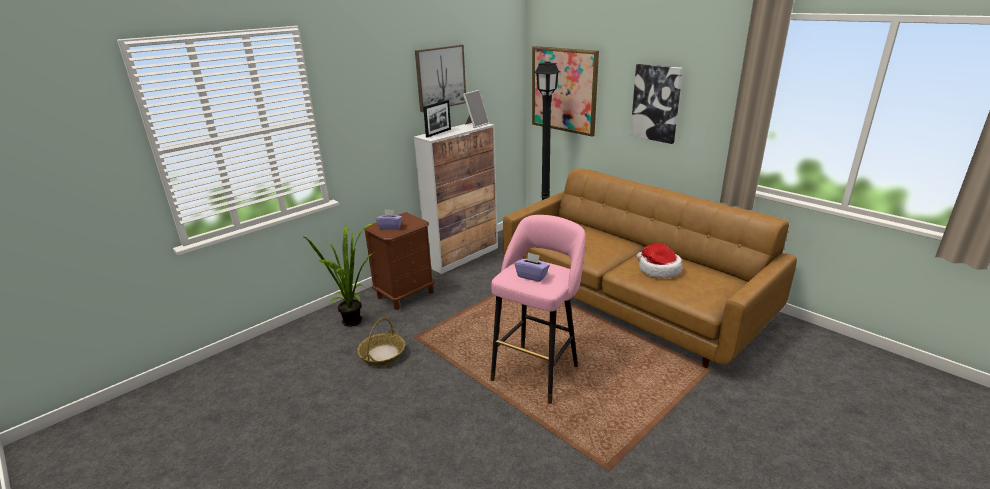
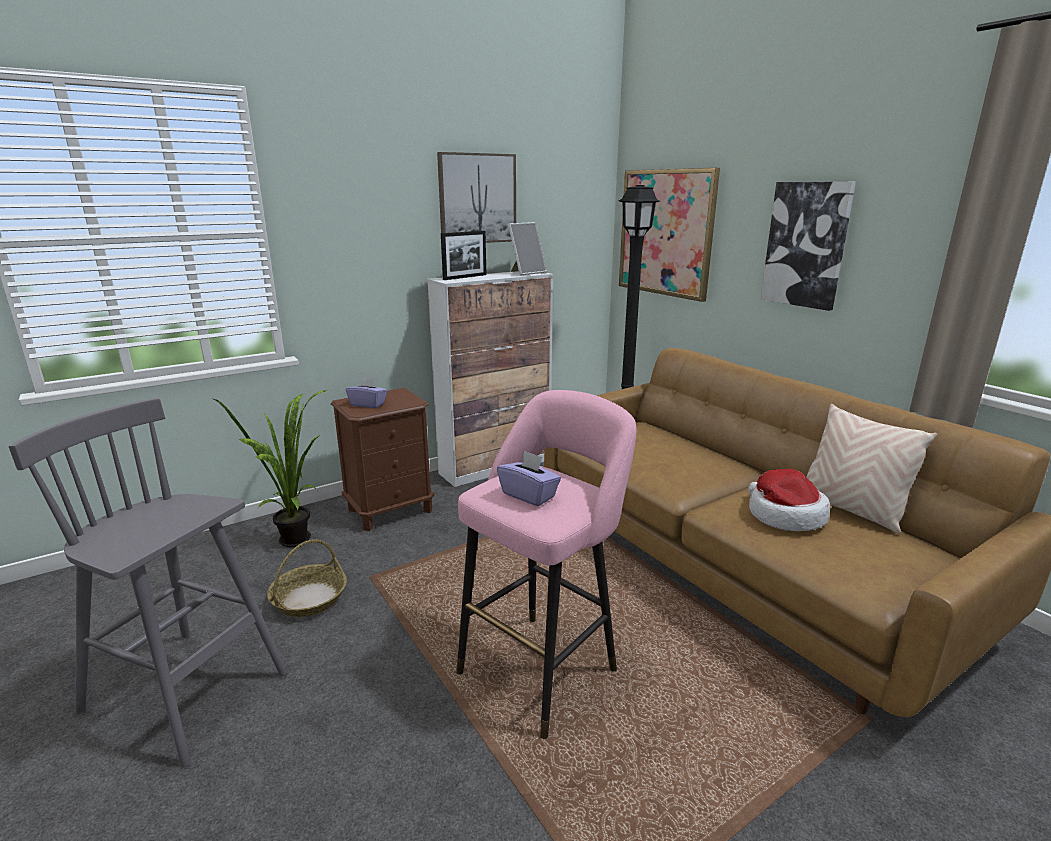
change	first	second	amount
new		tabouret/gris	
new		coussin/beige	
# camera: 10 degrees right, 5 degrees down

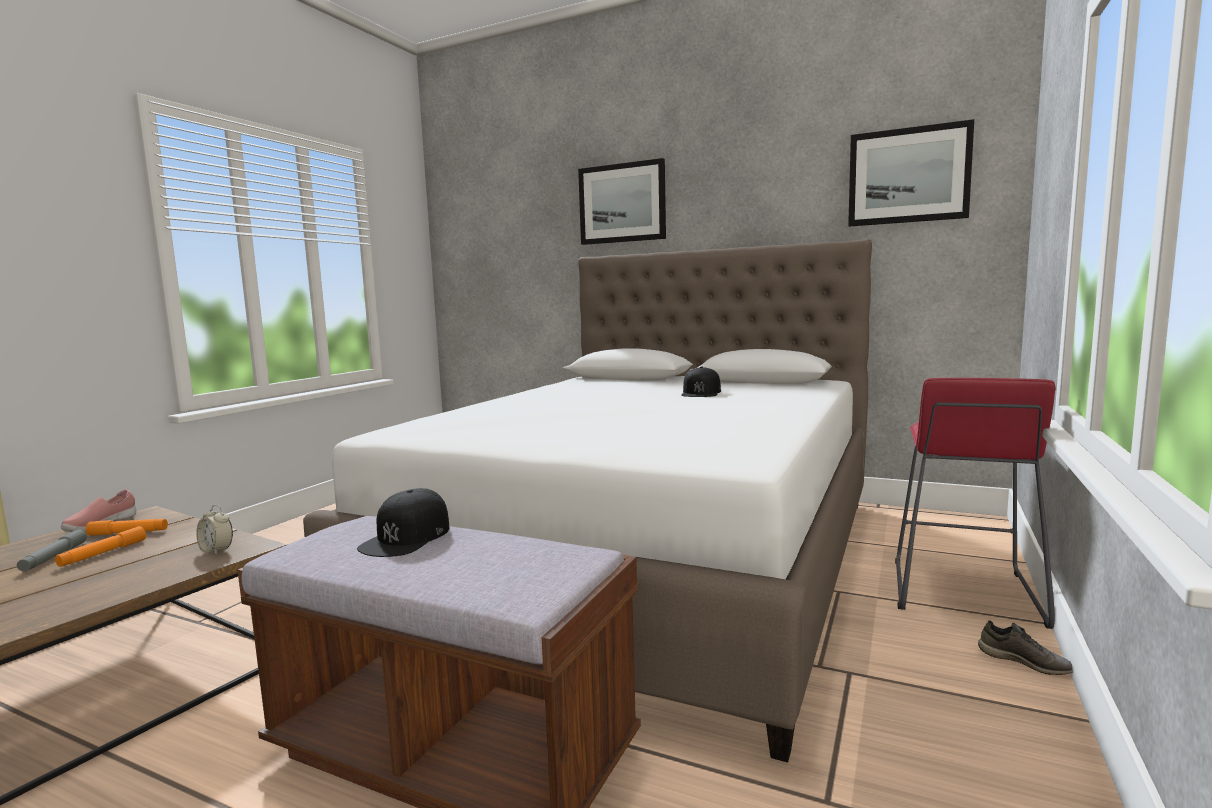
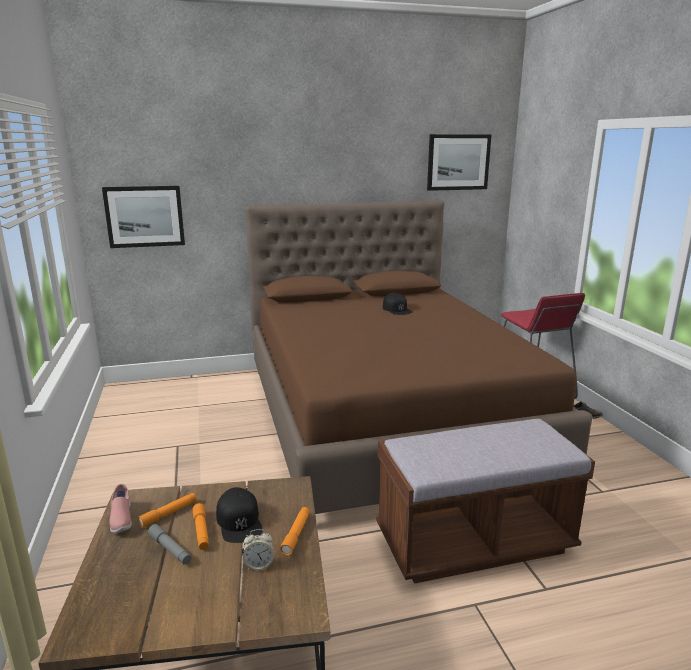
change	first	second	amount
shifted	tableau (no. 1 from left)		
repainted	lit/blanc	lit/marron	
shifted	casquette/noir (no. 1 from left)		
shifted	réveil		
new		lampe de poche/orange (no. 3 from left)	
# camera: 40 degrees left, 10 degrees up

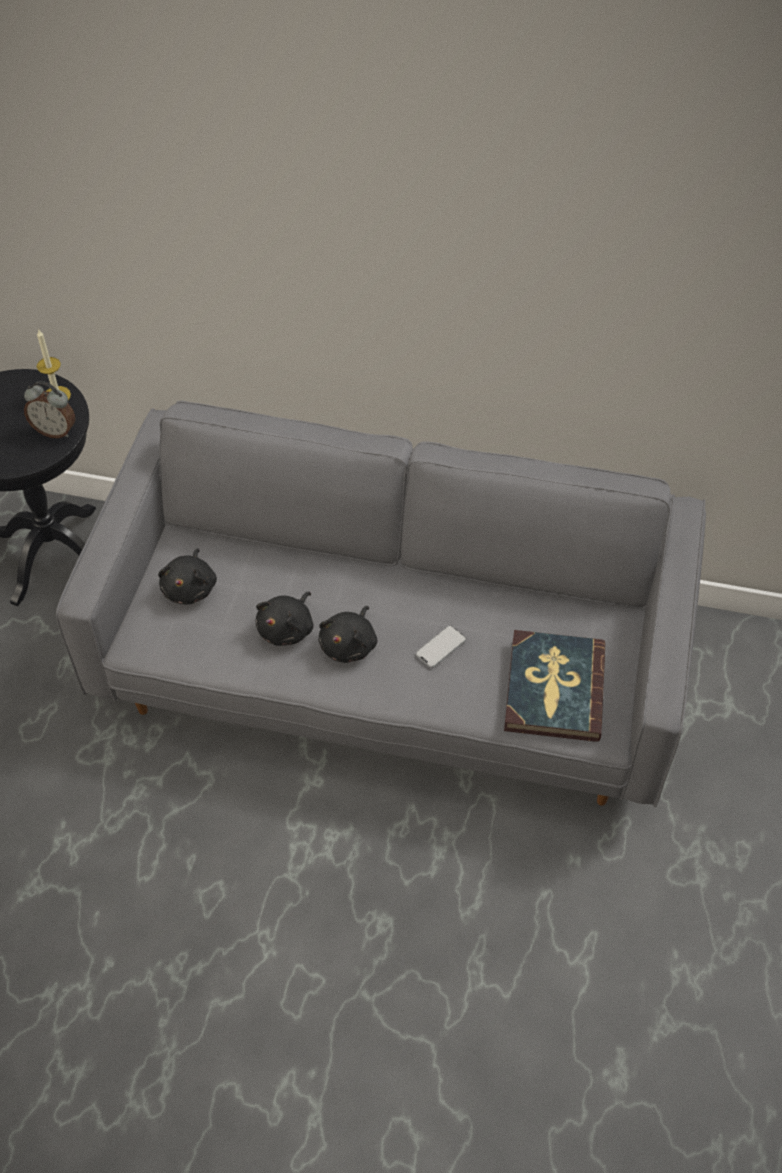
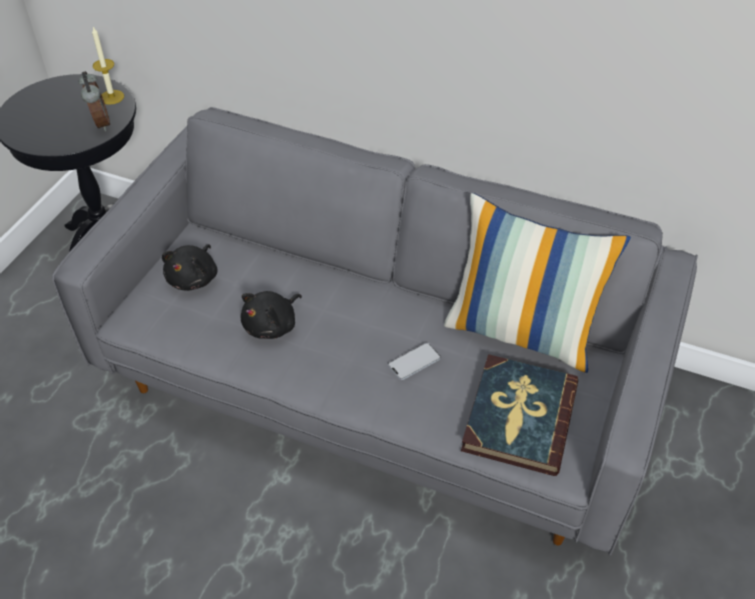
change	first	second	amount
rotated	réveil		135 degrees counterclockwise
gone	peluche/noir (no. 3 from left)		
new		coussin	
# camera: 10 degrees right, 5 degrees down

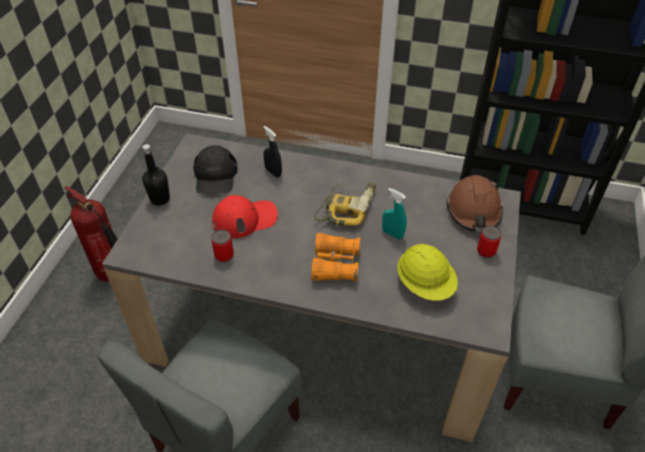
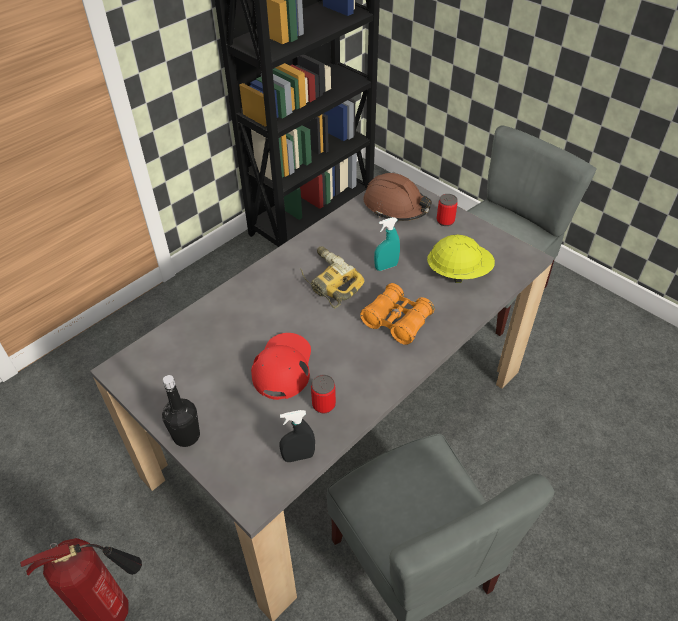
change	first	second	amount
shifted	vaporisateur/noir		
gone	casquette/noir		
# camera: 60 degrees left, 0 degrees up

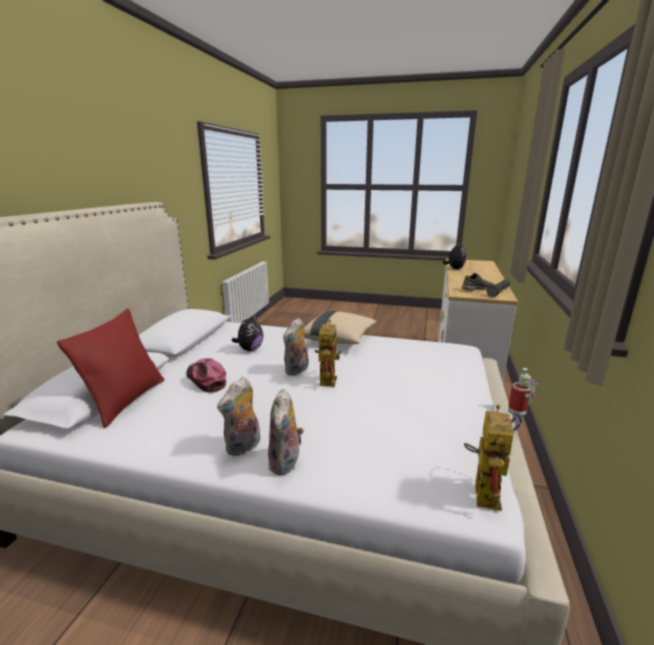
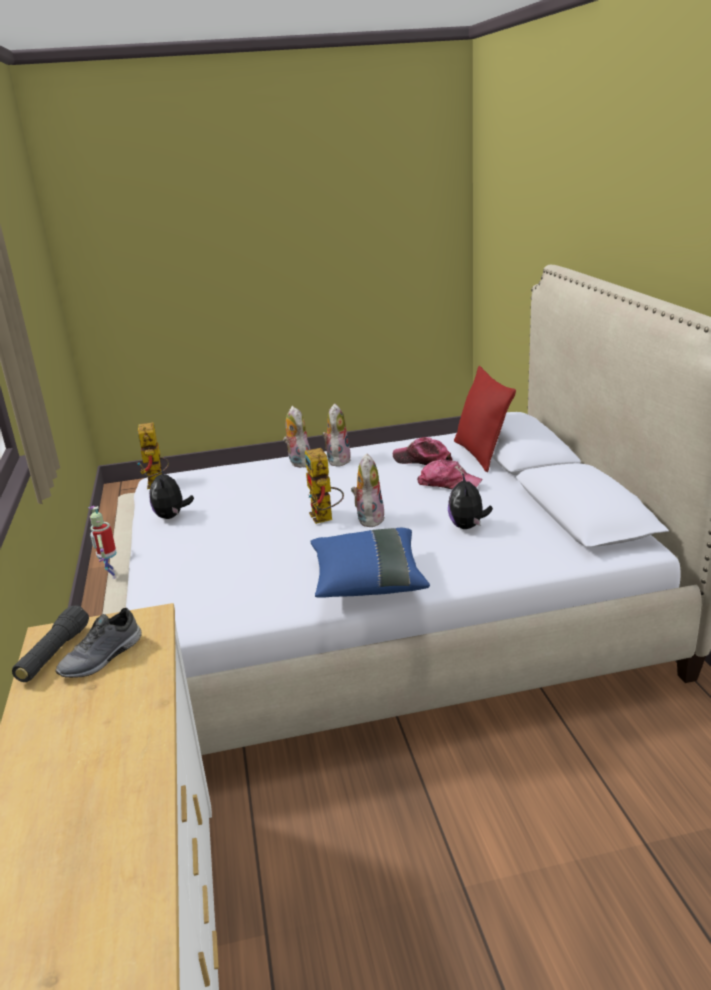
change	first	second	amount
shifted	peluche (no. 5 from left in the first image)	peluche (no. 1 from left)	
repainted	coussin/beige	coussin/bleu	
new		casquette (no. 1 from left)	
# camera: 155 degrees right, 5 degrees up

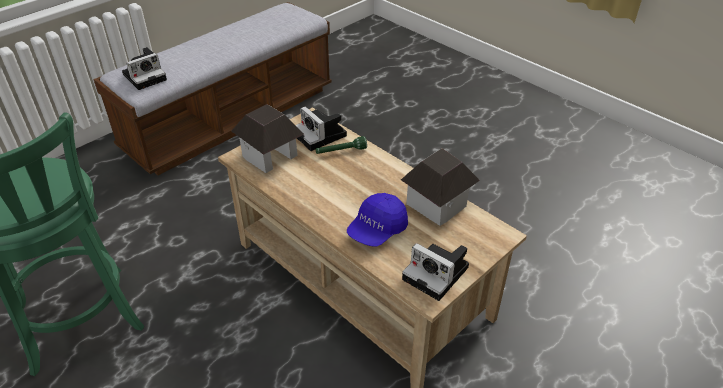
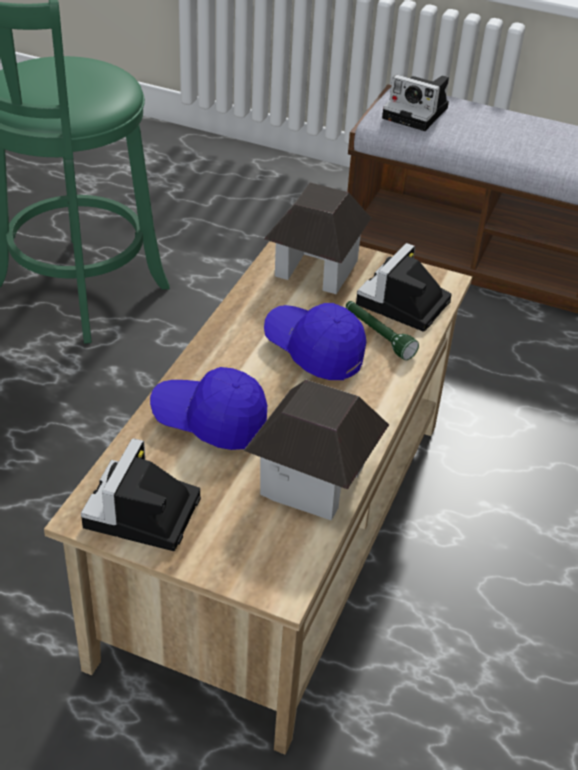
change	first	second	amount
new		casquette/bleu (no. 2 from left)	
# camera: 65 degrees right, 0 degrees up

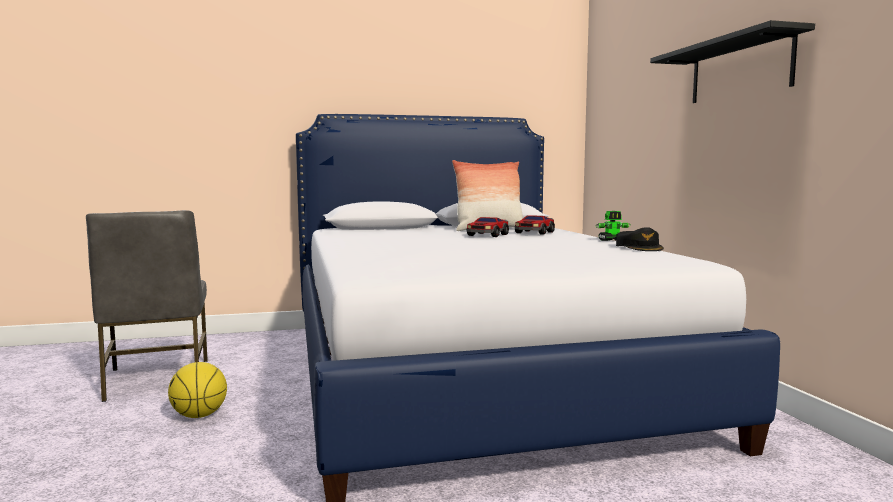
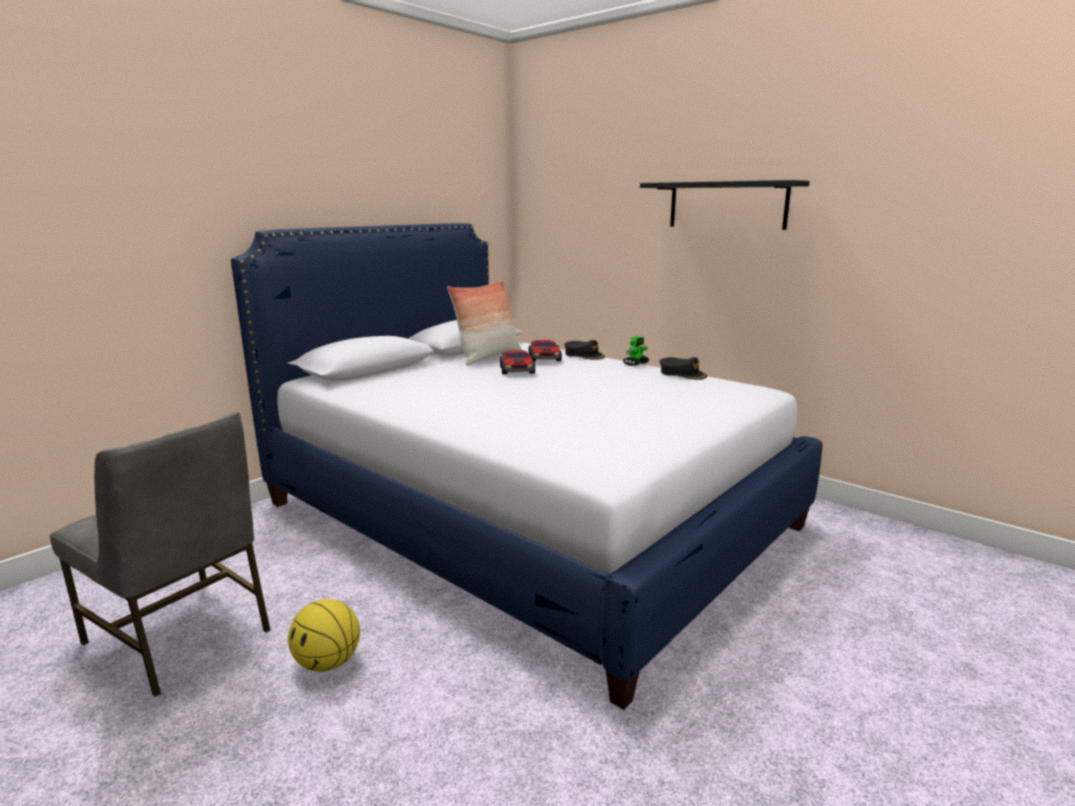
change	first	second	amount
new		casquette/noir (no. 1 from left)	
# camera: 35 degrees left, 10 degrees up

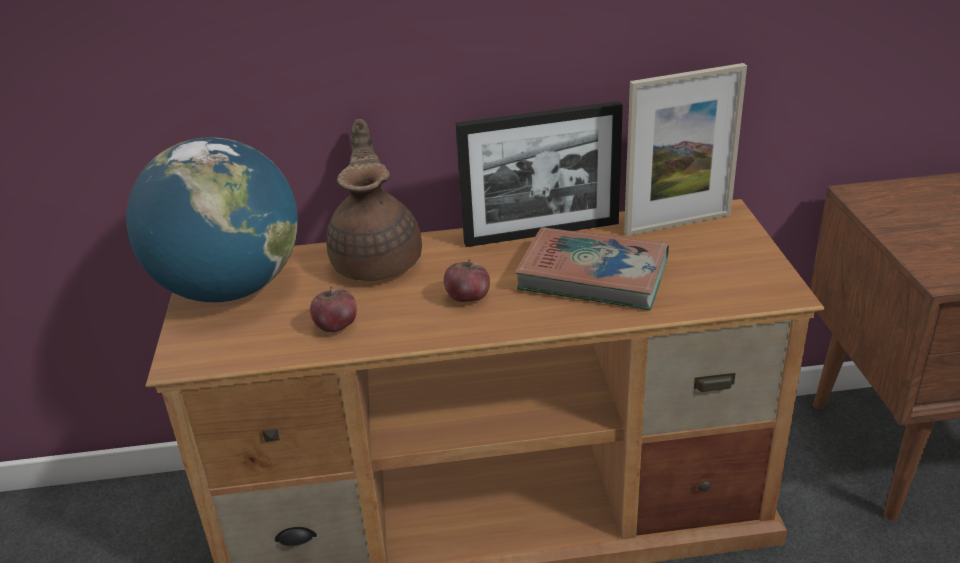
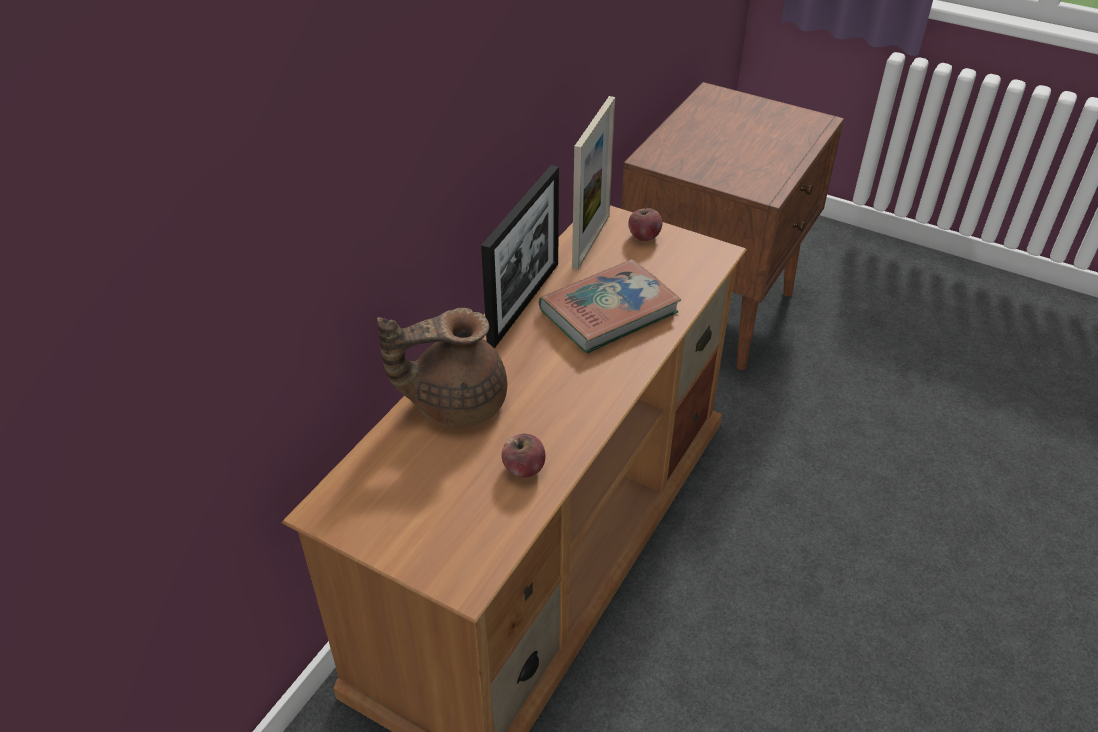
change	first	second	amount
rotated	théière/marron		45 degrees counterclockwise
gone	globe		
shifted	pomme (no. 2 from left)		
# camera: 55 degrees left, 10 degrees up

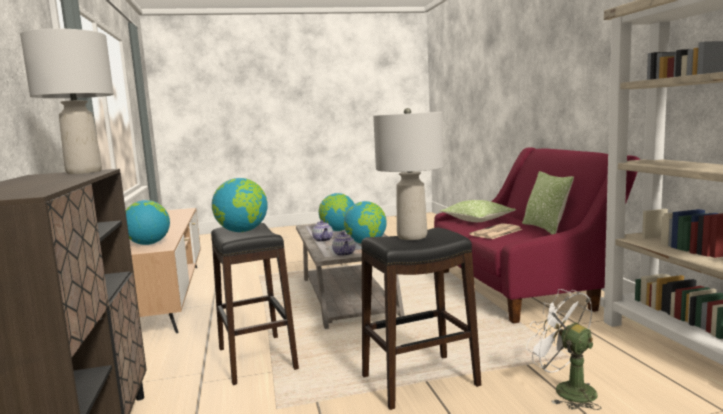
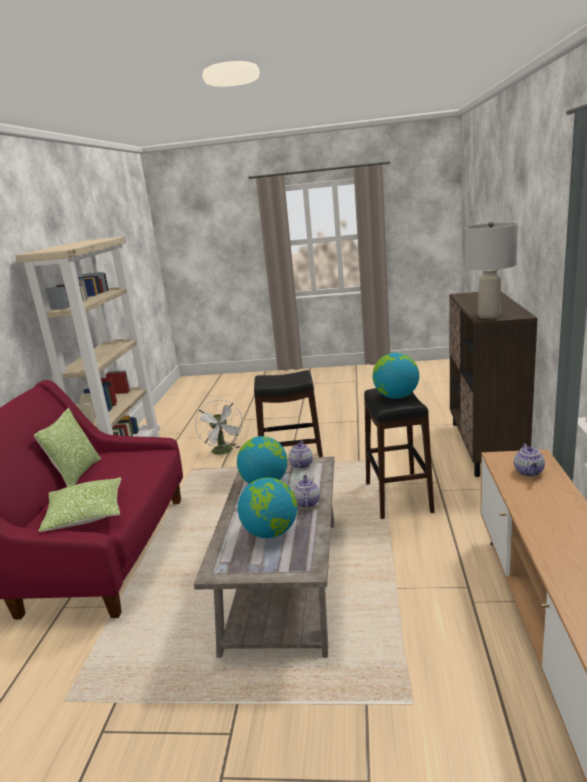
change	first	second	amount
gone	lampe de table/gris (no. 2 from left)		
swapped	globe (no. 1 from left)	théière (no. 3 from left)	
gone	journal		
# camera: 160 degrees left, 10 degrees up

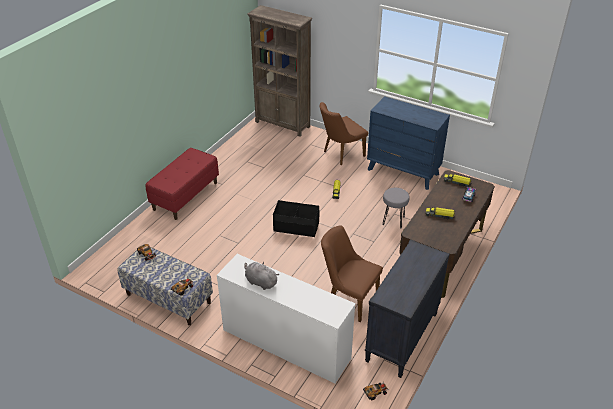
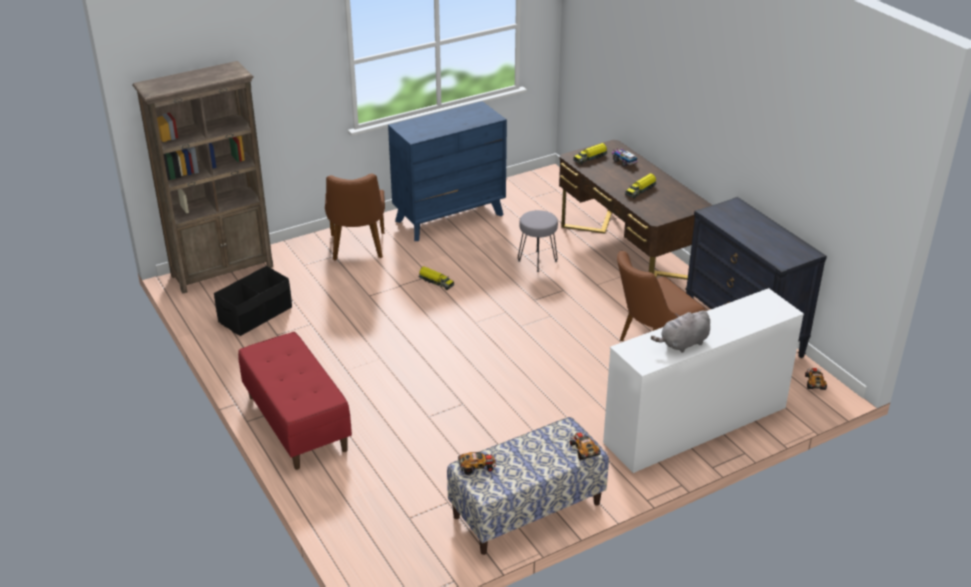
change	first	second	amount
shifted	boîte de rangement/noir		
# camera: 60 degrees left, 5 degrees down

